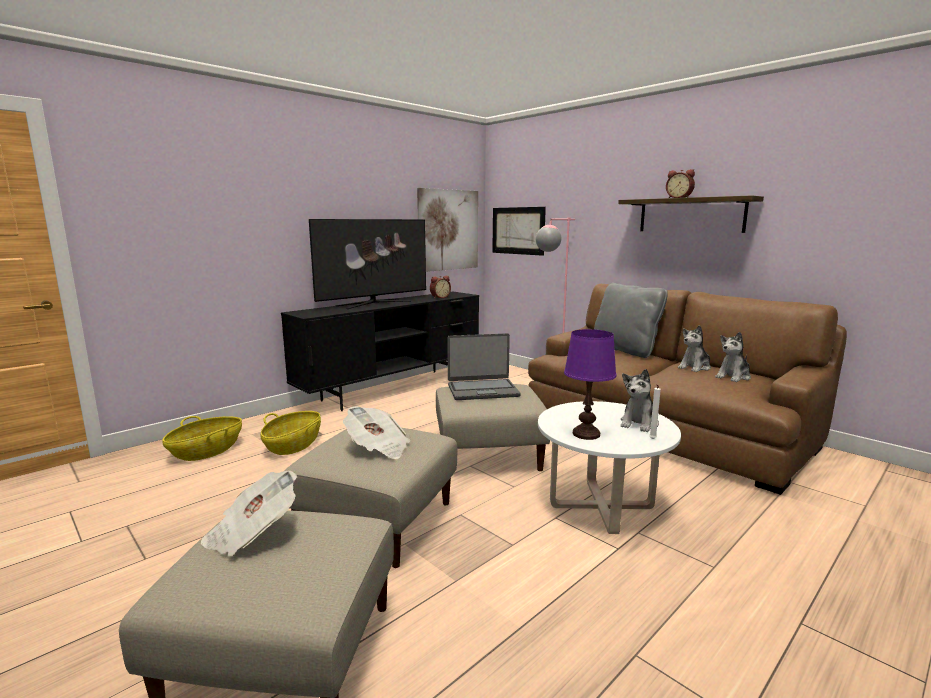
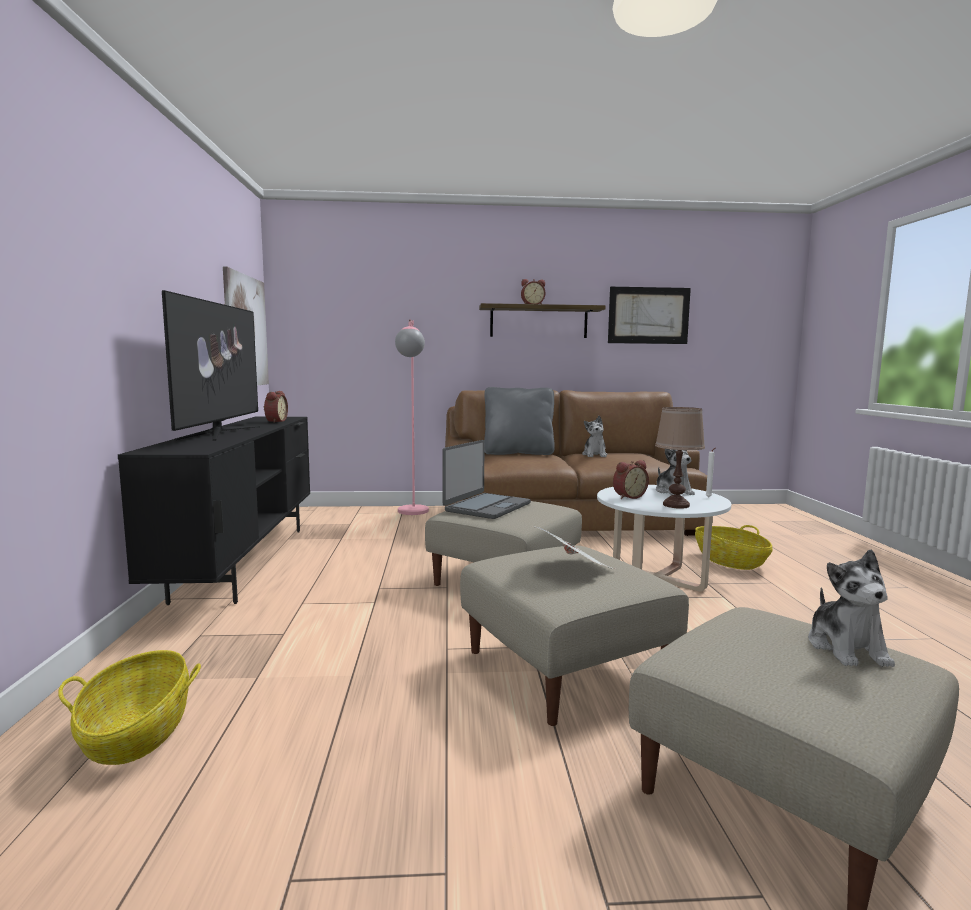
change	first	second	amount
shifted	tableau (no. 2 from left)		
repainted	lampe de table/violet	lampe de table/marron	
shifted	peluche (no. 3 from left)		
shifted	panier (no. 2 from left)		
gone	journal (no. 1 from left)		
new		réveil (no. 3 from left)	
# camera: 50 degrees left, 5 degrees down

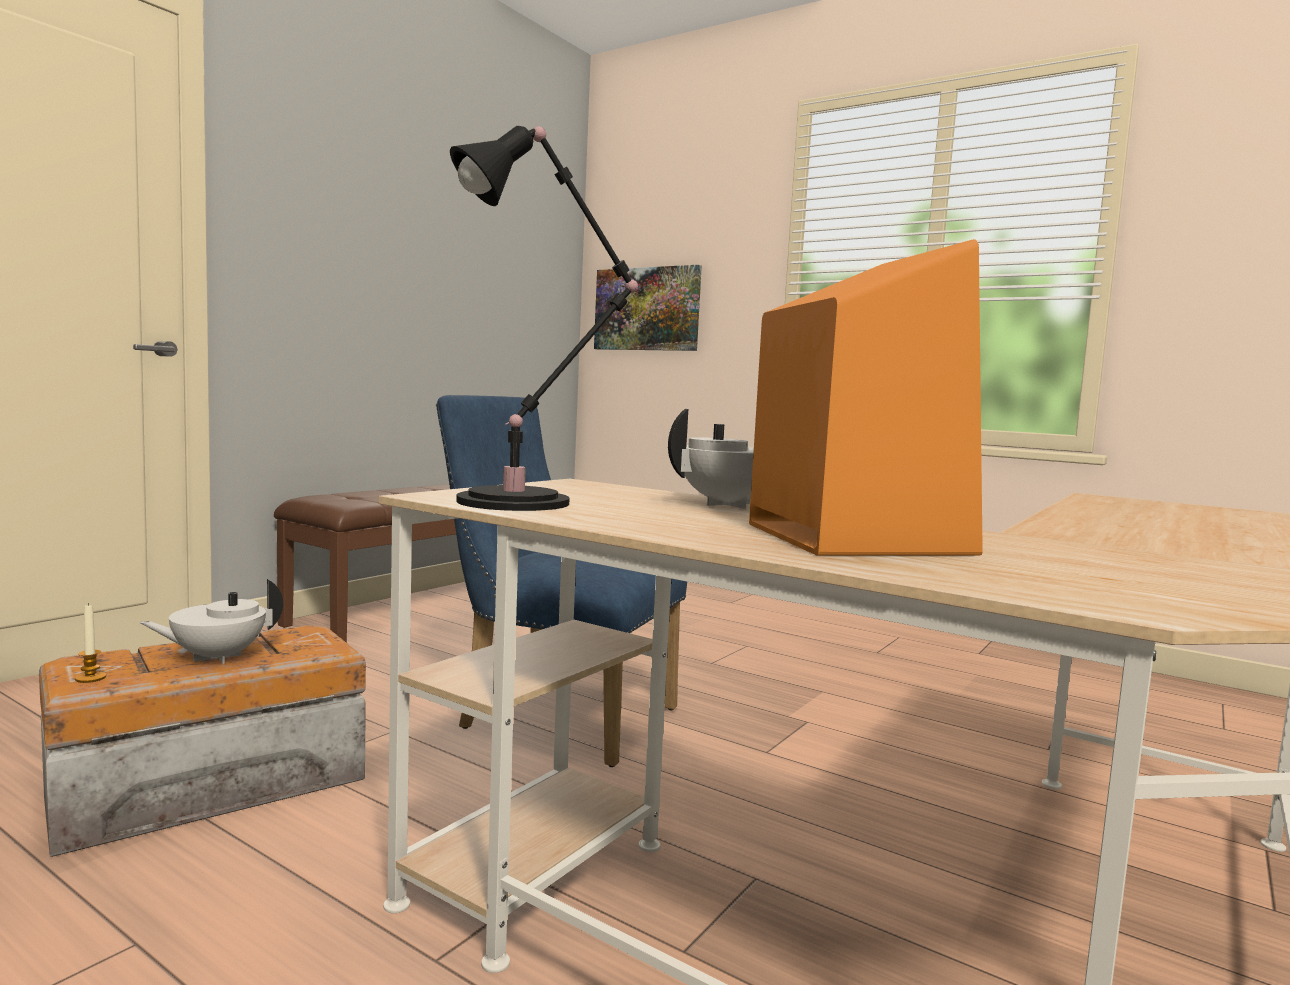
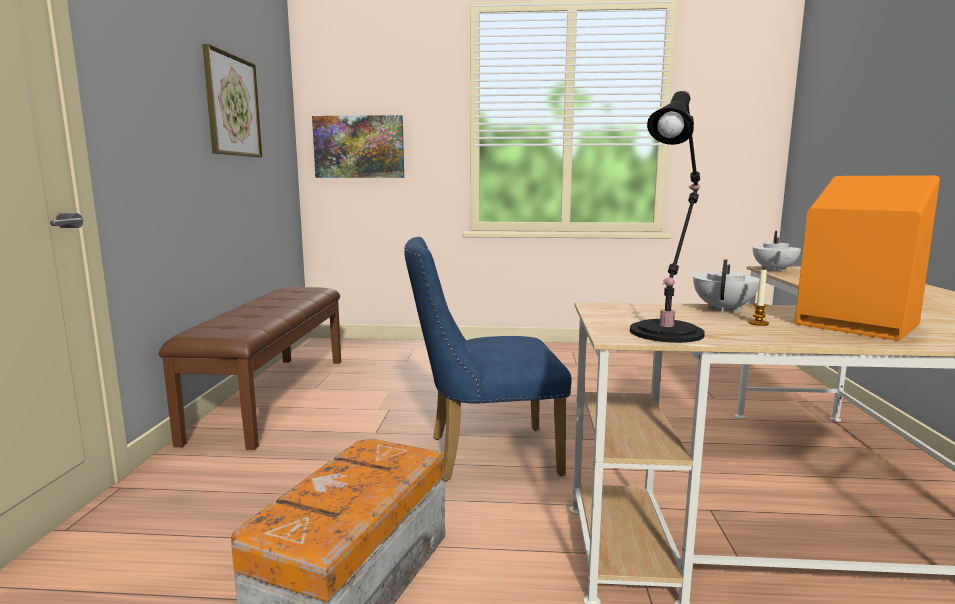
change	first	second	amount
shifted	théière/blanc (no. 1 from left in the first image)	théière/blanc (no. 2 from left)	
shifted	bougie		
new		tableau (no. 1 from left)	
# camera: 30 degrees left, 5 degrees up

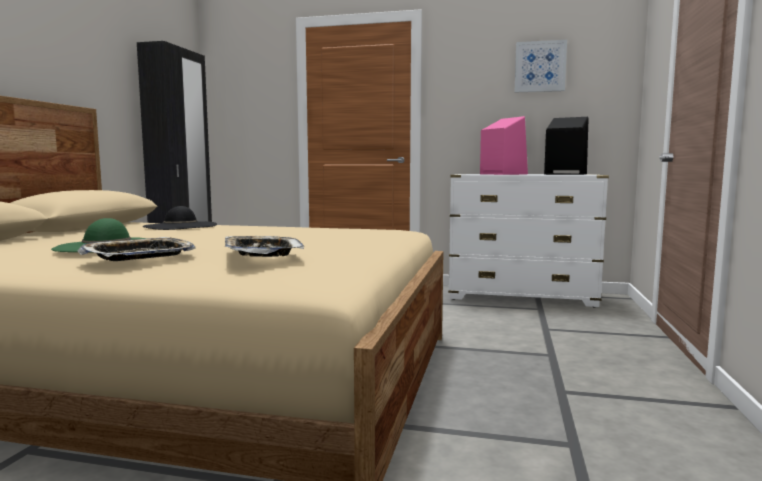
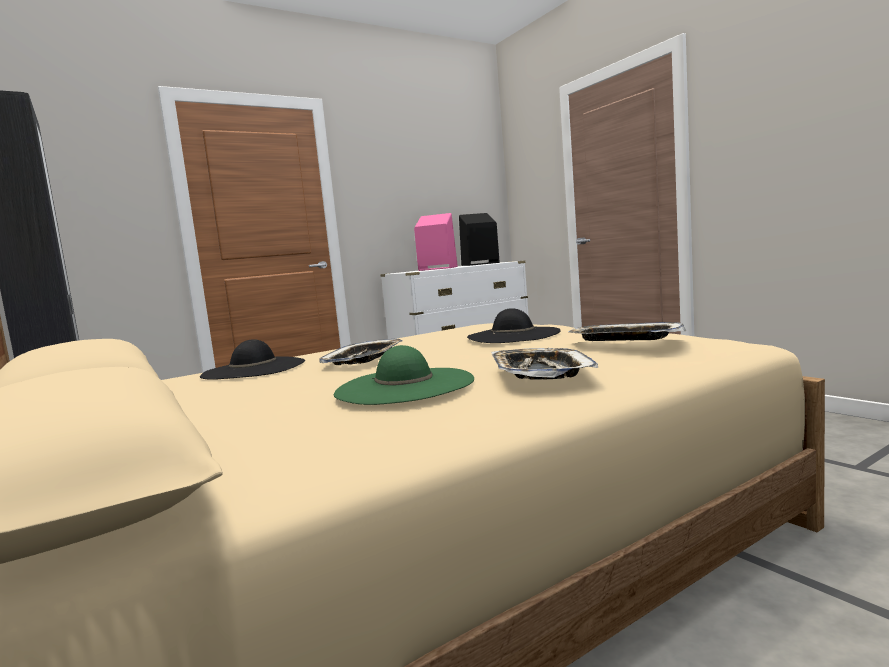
change	first	second	amount
gone	tableau		
new		chapeau/noir (no. 2 from left)	
new		plateau (no. 1 from left)	
# camera: 45 degrees left, 0 degrees up

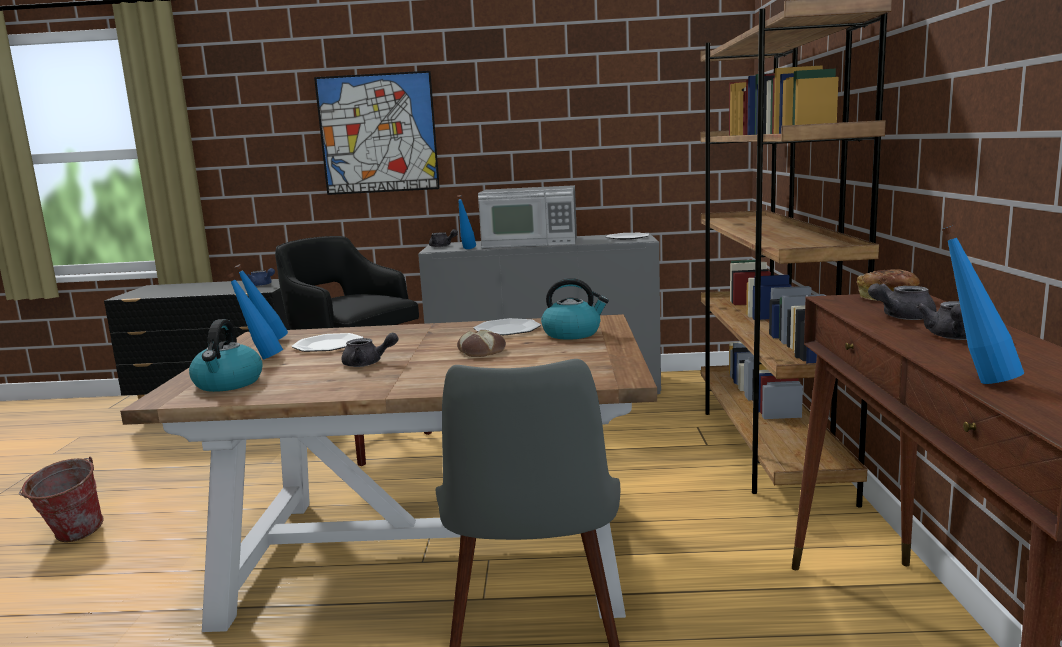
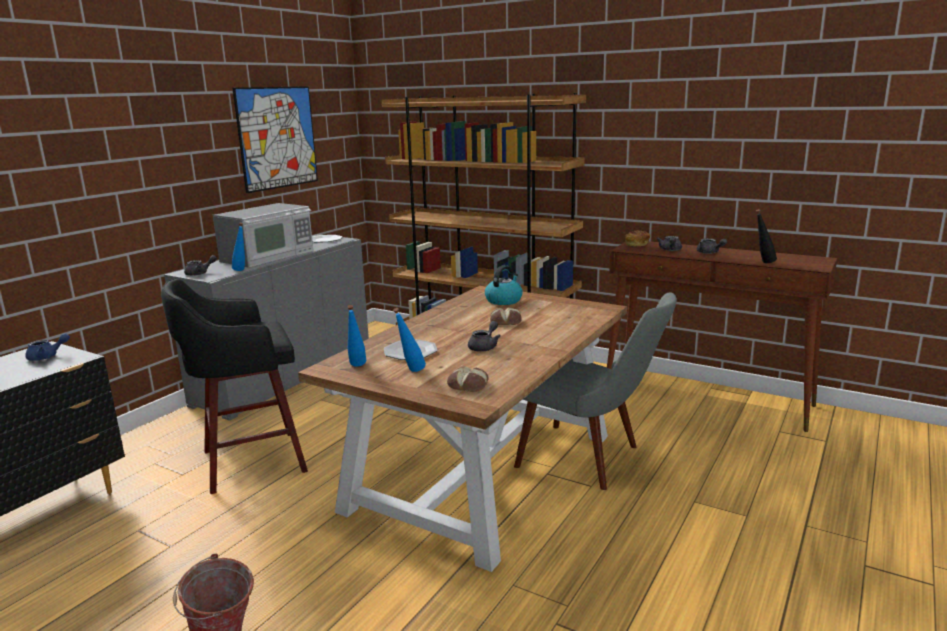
change	first	second	amount
shifted	tableau		
repainted	bouteille/bleu (no. 4 from left)	bouteille/noir	
gone	assiette (no. 2 from left)		
swapped	bouilloire (no. 1 from left)	pain (no. 1 from left)	
# camera: 60 degrees left, 5 degrees up

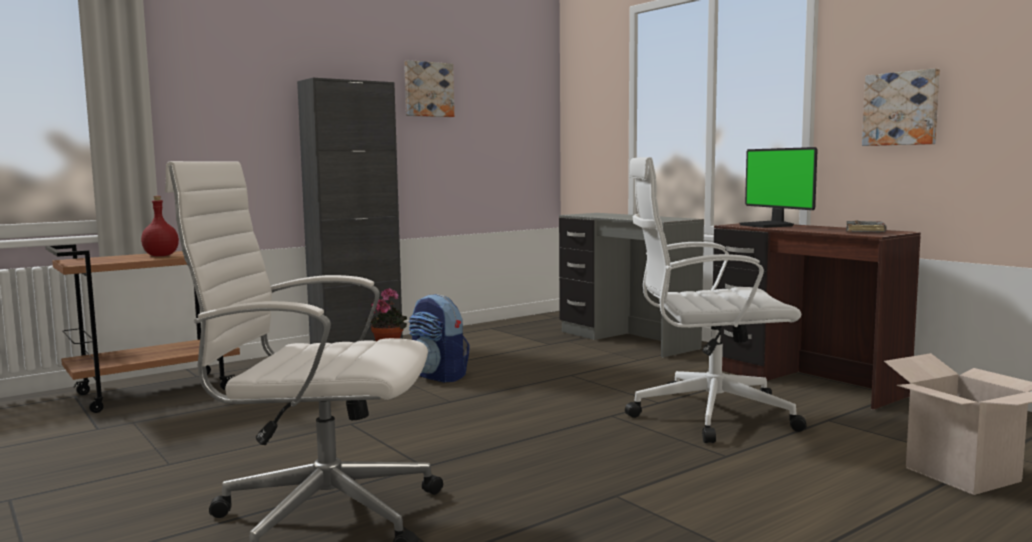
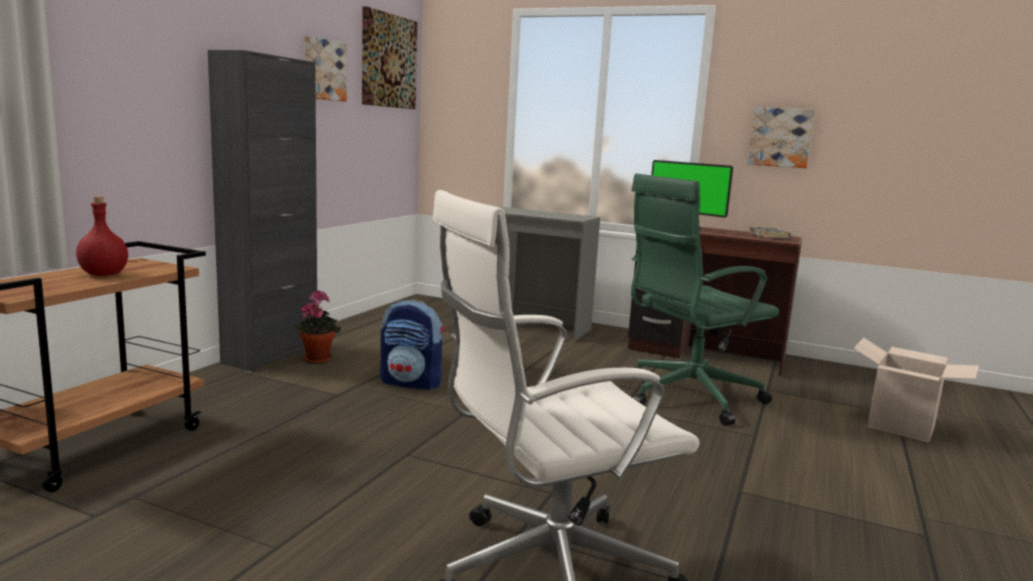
change	first	second	amount
repainted	chaise de bureau/blanc (no. 2 from left)	chaise de bureau/vert	
new		tableau (no. 2 from left)	
# camera: 30 degrees left, 5 degrees up

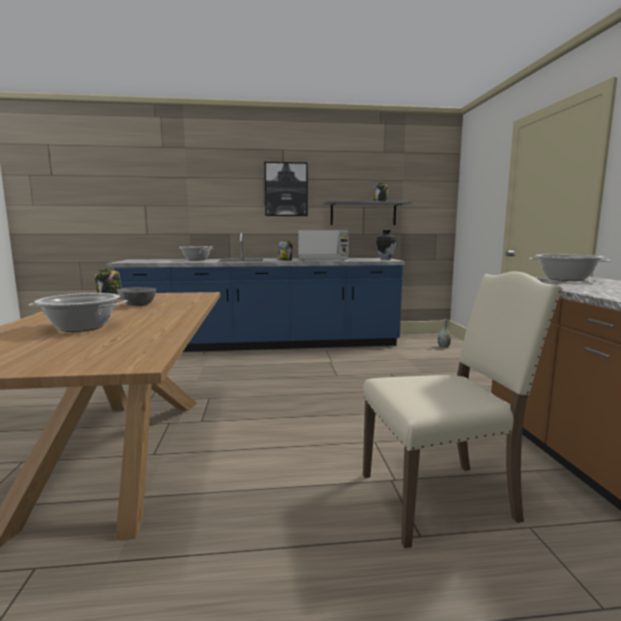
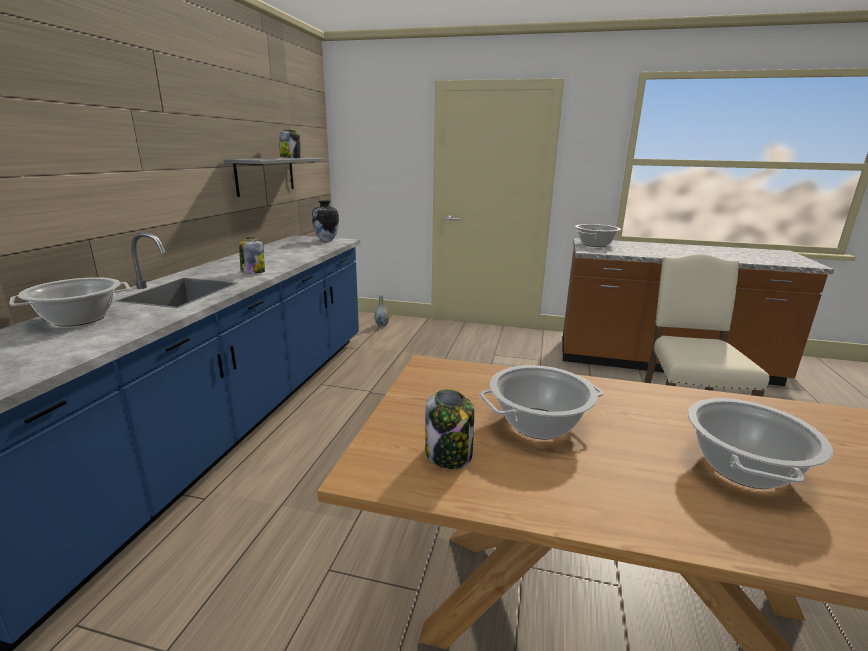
change	first	second	amount
gone	tableau		
gone	micro-ondes		
swapped	bol/gris	marmite (no. 2 from left)	
# camera: 70 degrees left, 10 degrees up

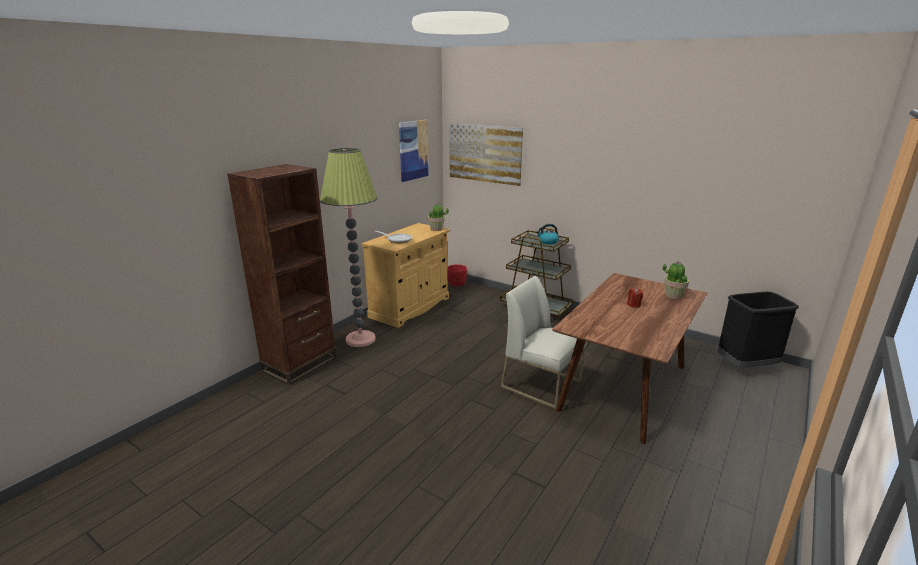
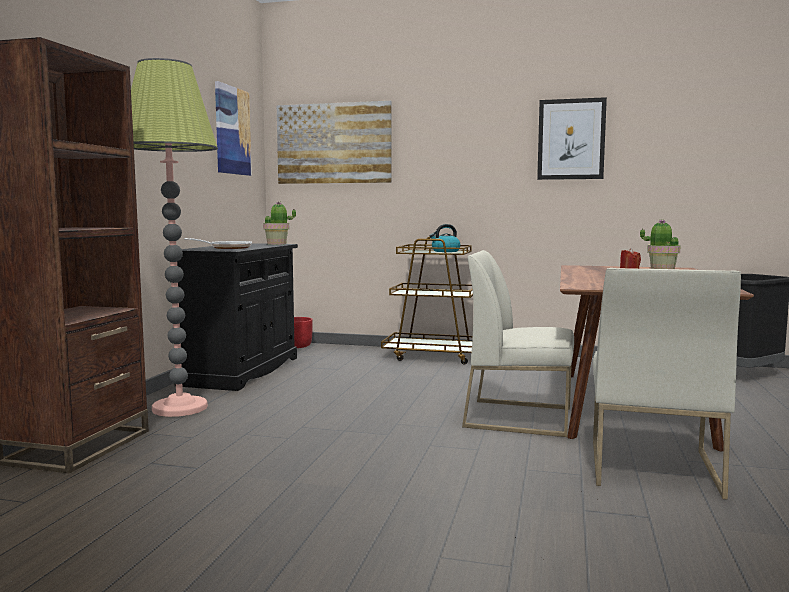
change	first	second	amount
repainted	meuble de rangement/beige	meuble de rangement/noir	
new		tableau (no. 3 from left)	
new		chaise/blanc (no. 2 from left)	
# camera: 20 degrees left, 15 degrees down

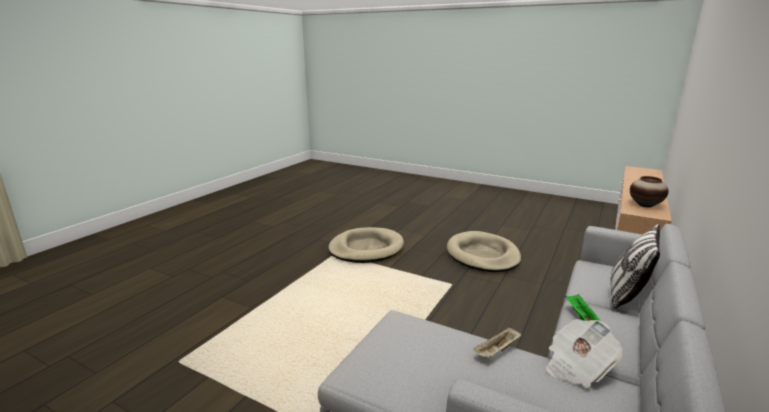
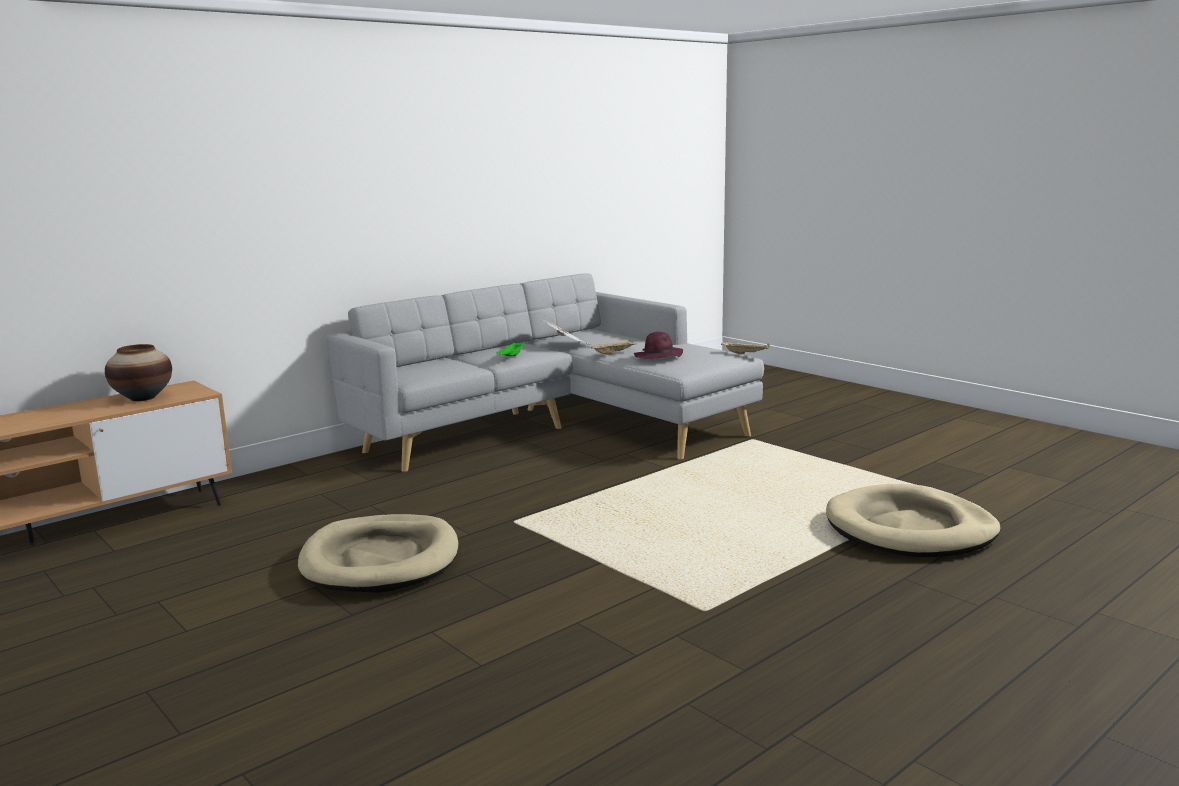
change	first	second	amount
gone	coussin		
shifted	panier pour chien/beige (no. 1 from left in the first image)	panier pour chien/beige (no. 2 from left)	
new		chapeau/violet	
new		plateau/beige (no. 2 from left)	
# camera: 160 degrees left, 5 degrees down

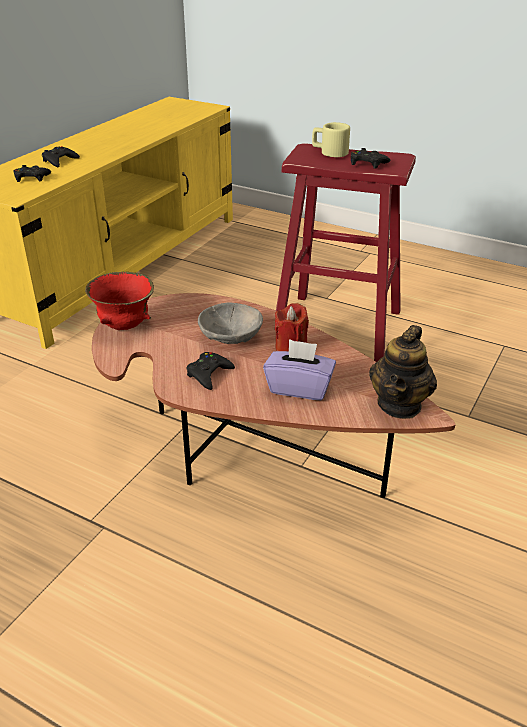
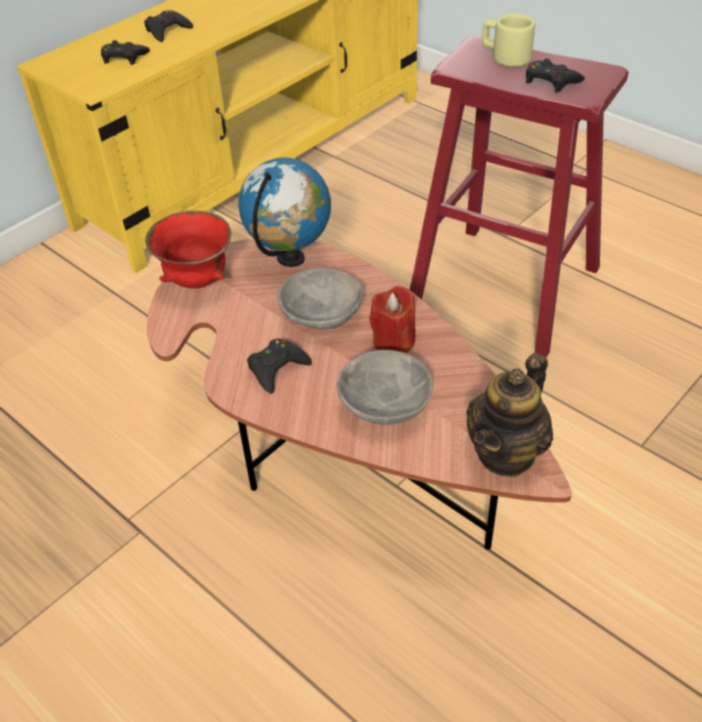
change	first	second	amount
swapped	boîte à mouchoirs/violet	bol/gris (no. 2 from left)	
new		globe	
# camera: 15 degrees right, 10 degrees up

